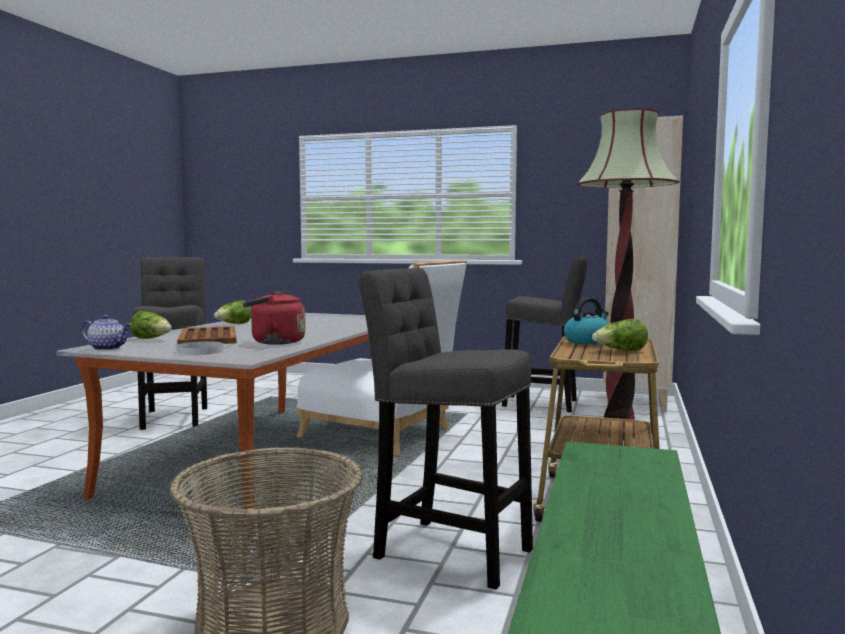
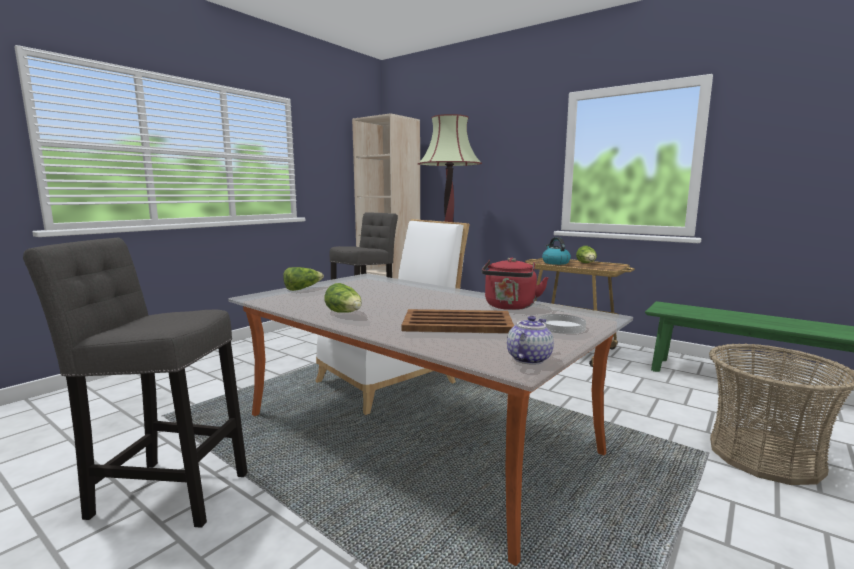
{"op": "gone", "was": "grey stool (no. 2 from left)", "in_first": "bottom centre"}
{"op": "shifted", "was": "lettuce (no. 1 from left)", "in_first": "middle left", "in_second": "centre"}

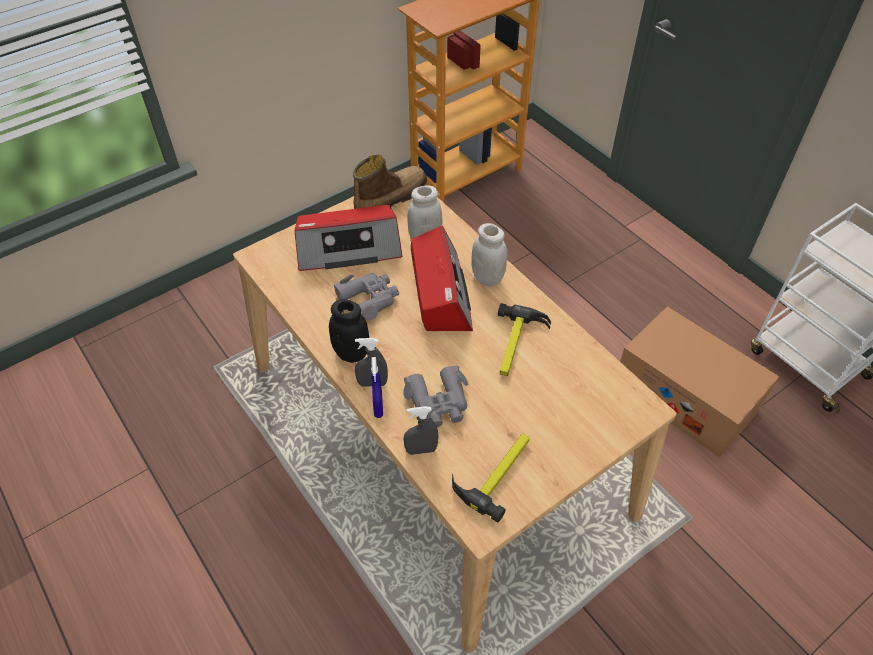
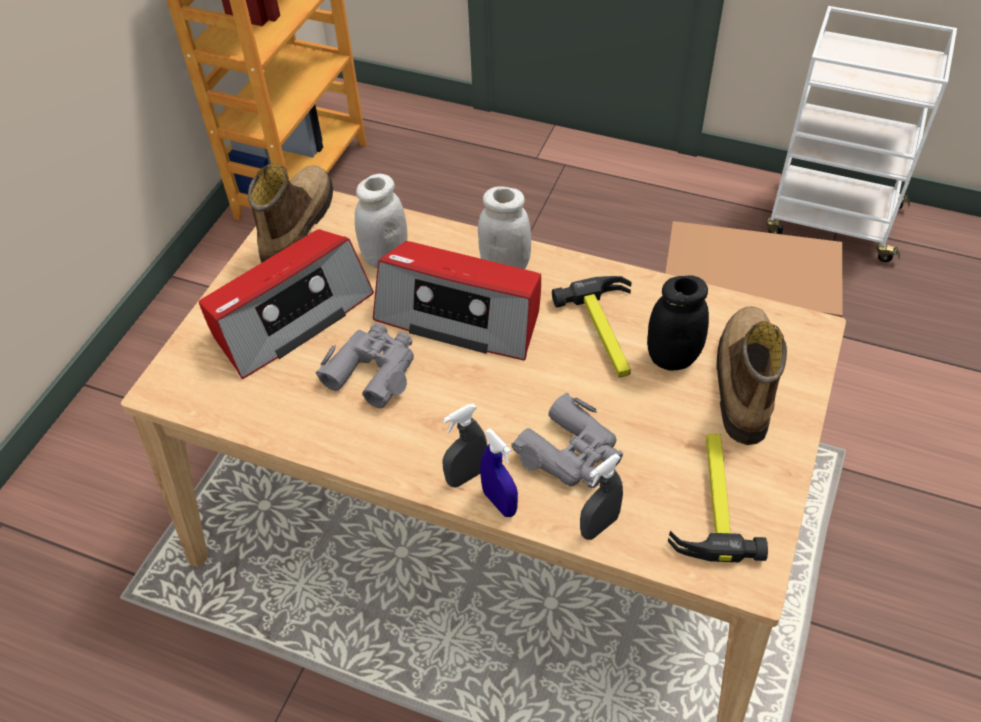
{"op": "rotated", "was": "radio receiver (no. 2 from left)", "in_first": "centre", "in_second": "centre", "clockwise": 150}
{"op": "shifted", "was": "black-coloured jar", "in_first": "centre", "in_second": "middle right"}
{"op": "new", "now": "tall boot (no. 2 from left)", "in_second": "middle right"}

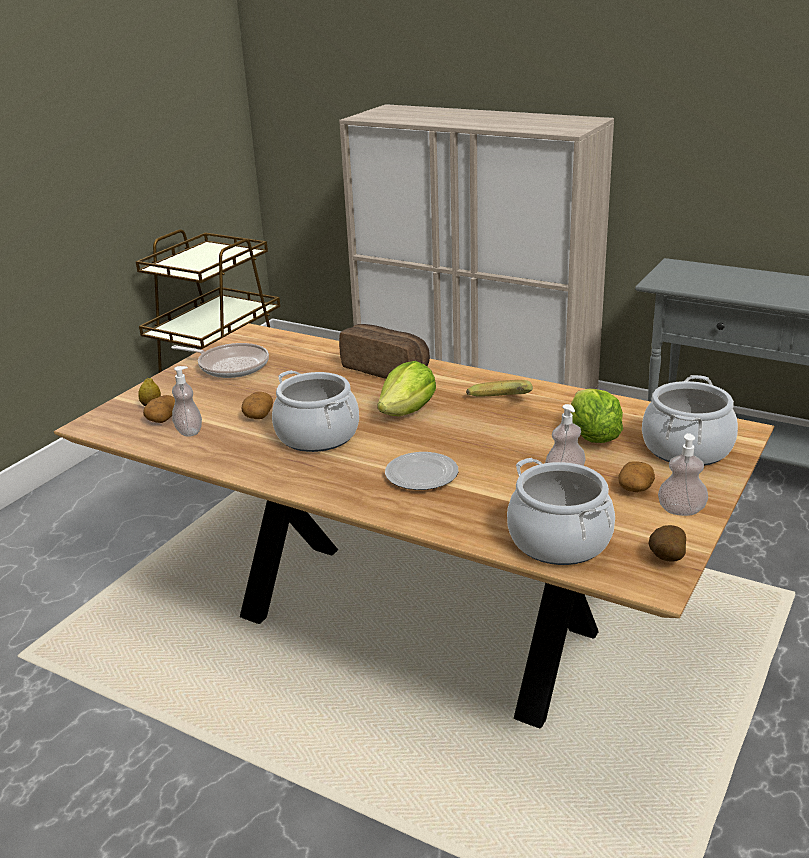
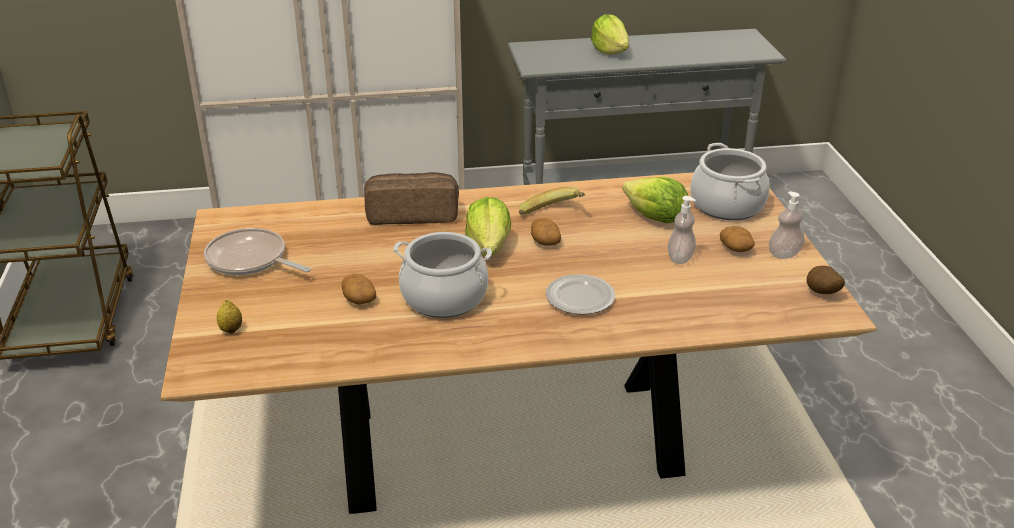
{"op": "rotated", "was": "frying pan", "in_first": "middle left", "in_second": "middle left", "clockwise": -135}
{"op": "gone", "was": "soap dispenser (no. 1 from left)", "in_first": "middle left"}
{"op": "shifted", "was": "whole potato (no. 1 from left in the first image)", "now": "whole potato (no. 2 from left)", "in_first": "middle left", "in_second": "centre"}
{"op": "gone", "was": "stockpot (no. 2 from left)", "in_first": "middle right"}
{"op": "new", "now": "lettuce (no. 2 from left)", "in_second": "top centre"}

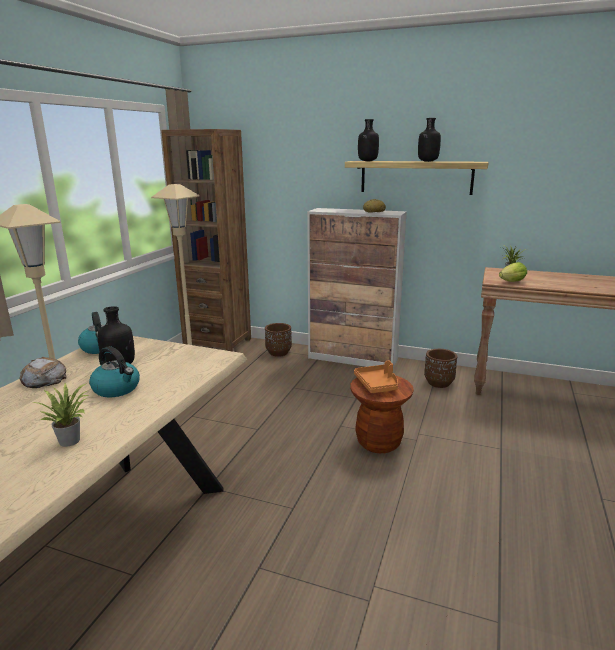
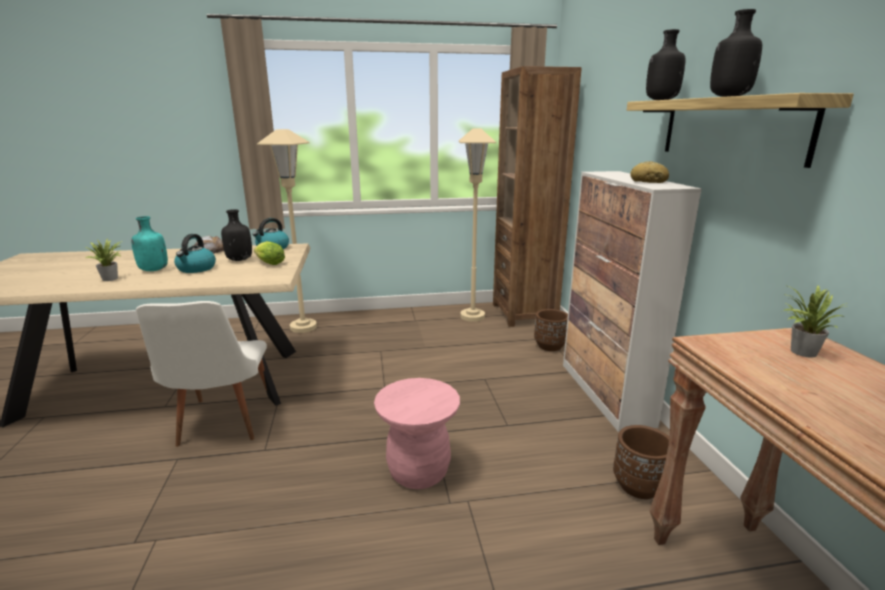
{"op": "shifted", "was": "lettuce", "in_first": "middle right", "in_second": "middle left"}
{"op": "gone", "was": "orange-coloured tray", "in_first": "centre"}
{"op": "repainted", "was": "brown stool", "now": "pinkish stool", "in_first": "centre", "in_second": "bottom centre"}
{"op": "new", "now": "turquoise beverage bottle", "in_second": "middle left"}
{"op": "new", "now": "white upright chair", "in_second": "middle left"}

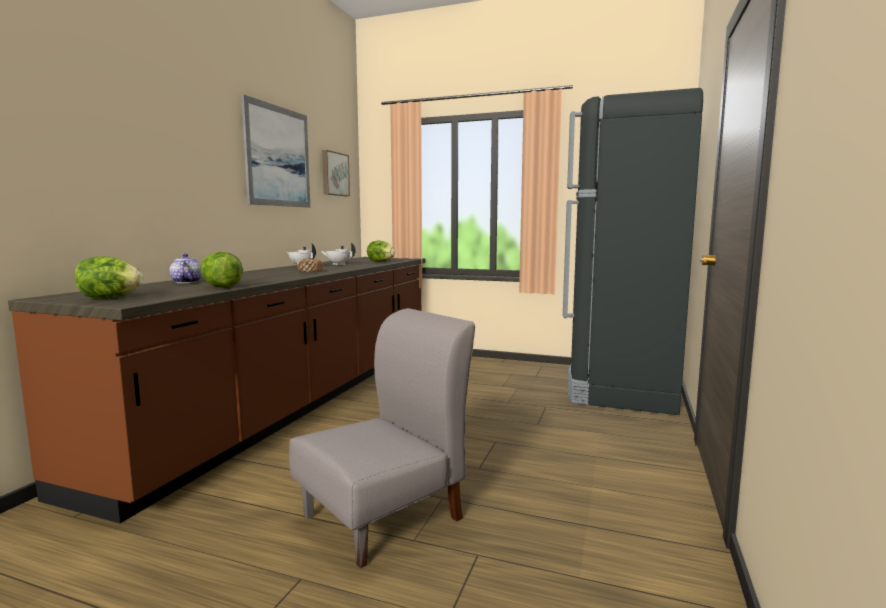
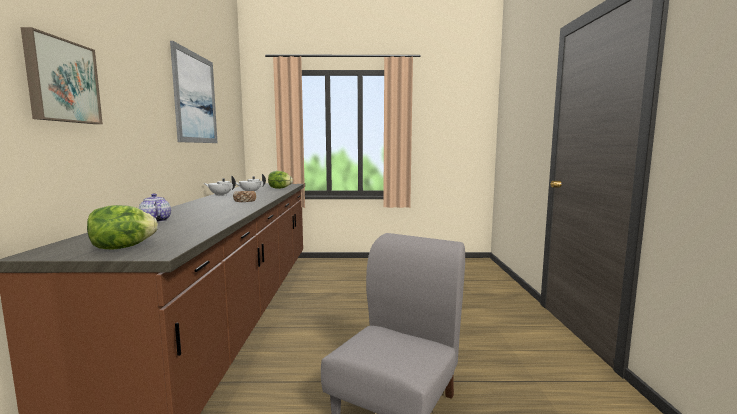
{"op": "gone", "was": "black-coloured refrigerator", "in_first": "middle right"}
{"op": "shifted", "was": "wall art (no. 2 from left in the first image)", "now": "wall art (no. 1 from left)", "in_first": "top centre", "in_second": "top left"}
{"op": "gone", "was": "lettuce (no. 2 from left)", "in_first": "middle left"}

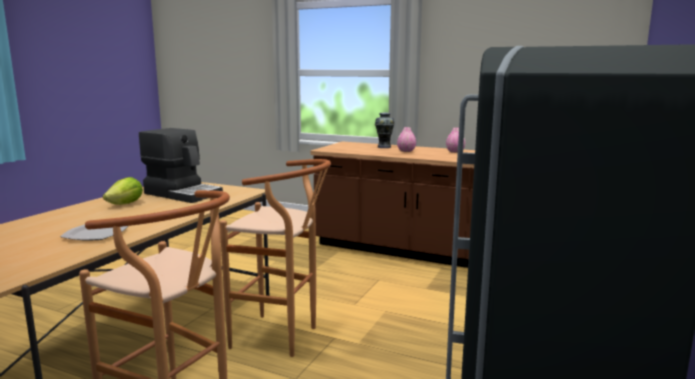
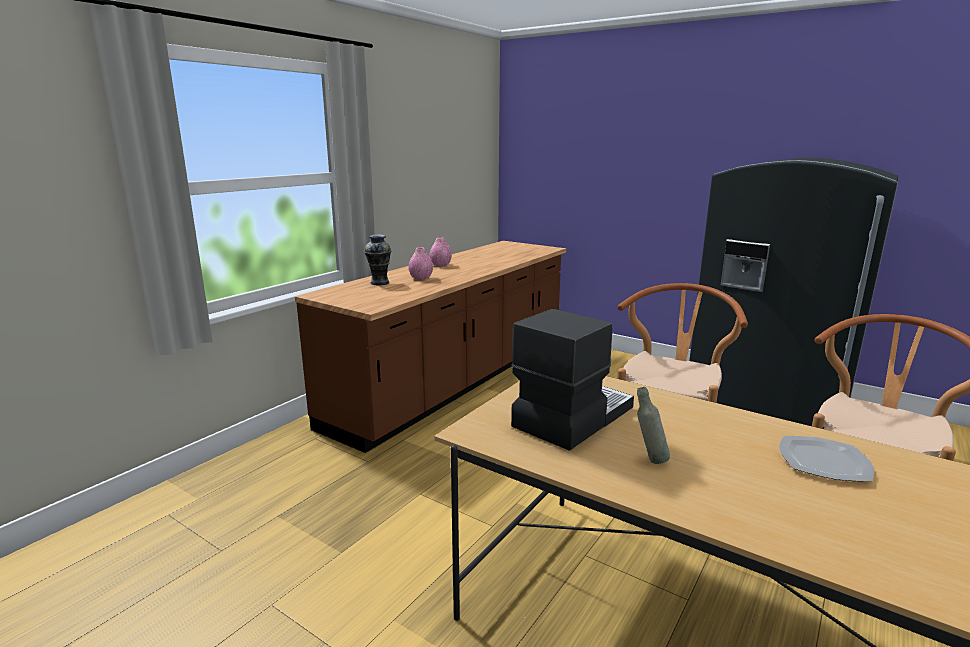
{"op": "swapped", "was": "lettuce", "now": "grey beverage bottle", "in_first": "middle left", "in_second": "middle right"}

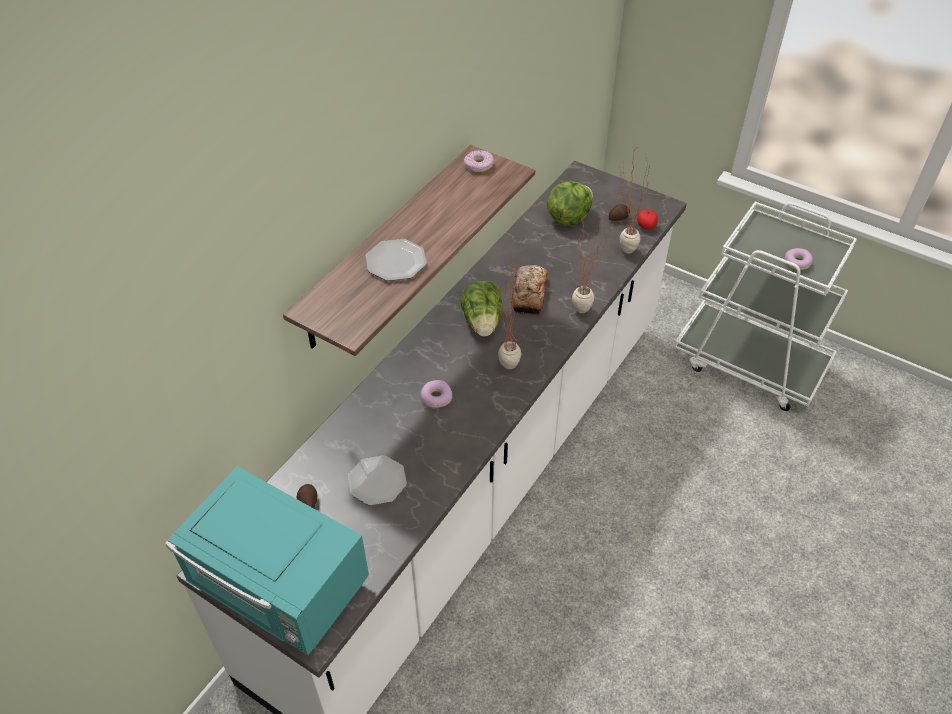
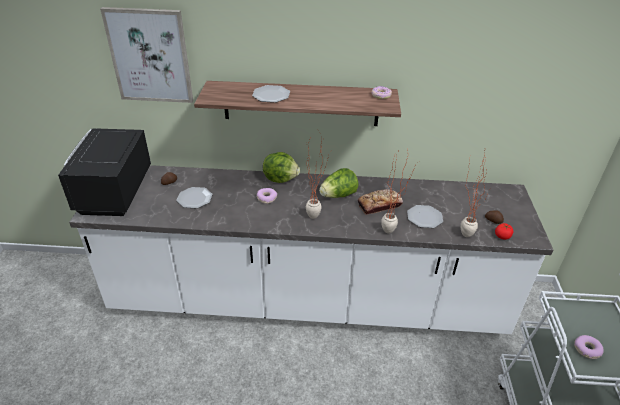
{"op": "shifted", "was": "lettuce (no. 2 from left in the first image)", "now": "lettuce (no. 1 from left)", "in_first": "top centre", "in_second": "centre"}
{"op": "repainted", "was": "turquoise microwave", "now": "black-coloured microwave", "in_first": "bottom left", "in_second": "middle left"}
{"op": "new", "now": "wall art", "in_second": "top left"}
{"op": "new", "now": "flat dish (no. 3 from left)", "in_second": "middle right"}

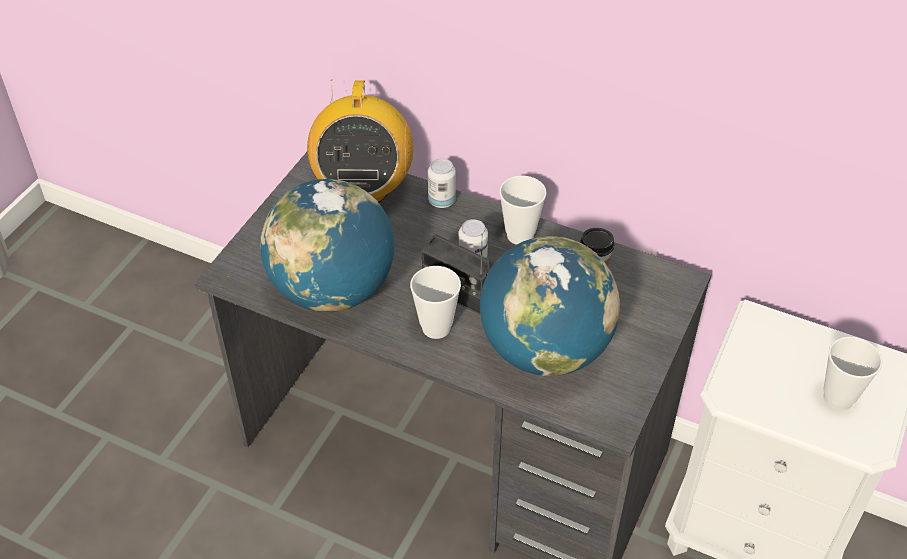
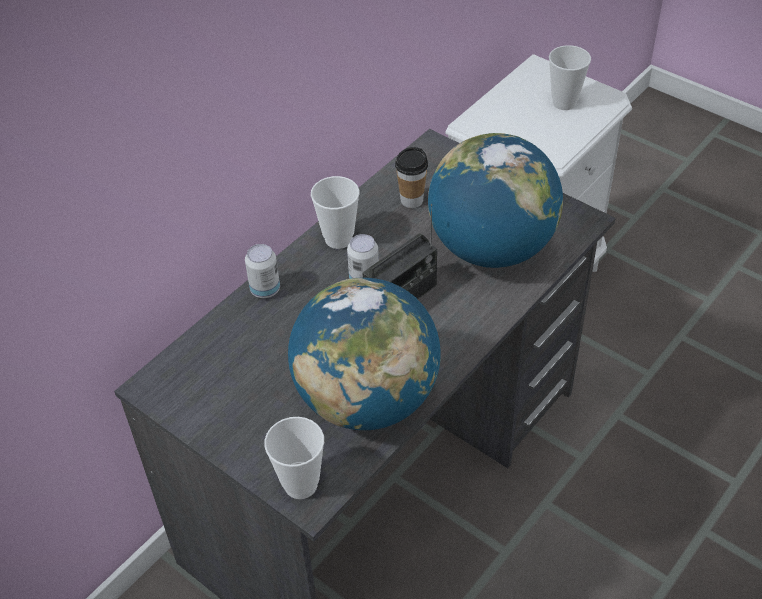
{"op": "gone", "was": "radio receiver (no. 1 from left)", "in_first": "top centre"}
{"op": "shifted", "was": "cup (no. 1 from left)", "in_first": "centre", "in_second": "bottom centre"}

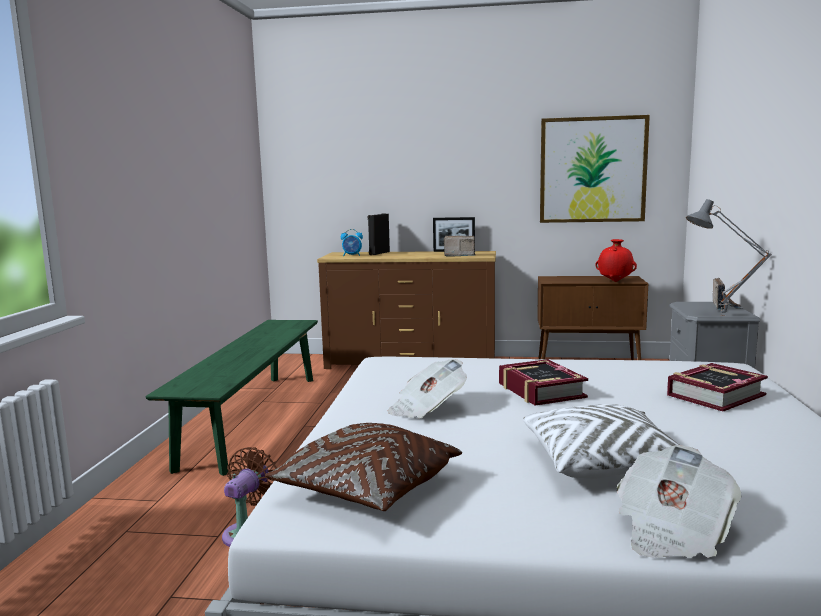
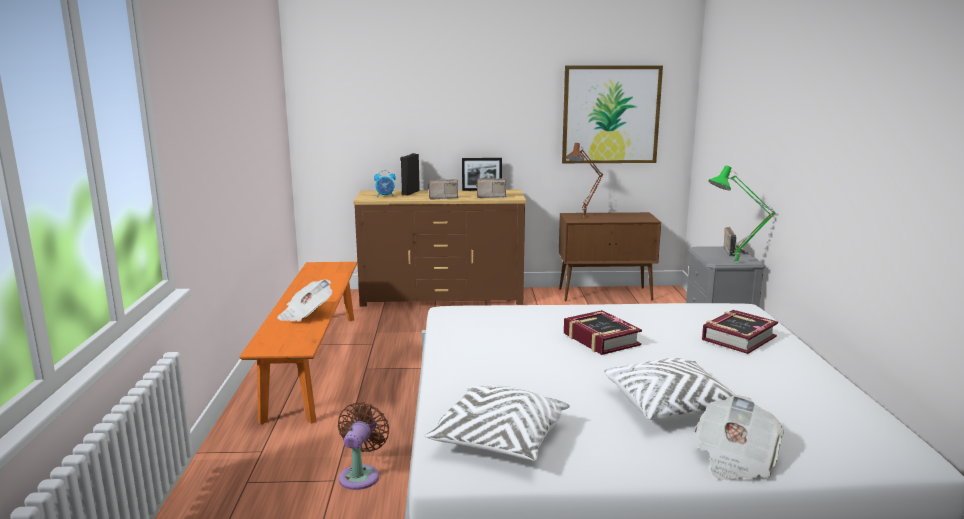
{"op": "repainted", "was": "grey lamp for a table", "now": "green-coloured lamp for a table", "in_first": "middle right", "in_second": "middle right"}
{"op": "gone", "was": "red decorative vase", "in_first": "middle right"}
{"op": "repainted", "was": "green-coloured indoor bench", "now": "orange-coloured indoor bench", "in_first": "middle left", "in_second": "middle left"}
{"op": "shifted", "was": "daily paper (no. 1 from left)", "in_first": "centre", "in_second": "middle left"}
{"op": "repainted", "was": "brown throw pillow", "now": "white throw pillow (no. 1 from left)", "in_first": "bottom centre", "in_second": "bottom centre"}
{"op": "new", "now": "brown lamp for a table", "in_second": "centre"}
{"op": "new", "now": "radio receiver (no. 1 from left)", "in_second": "centre"}

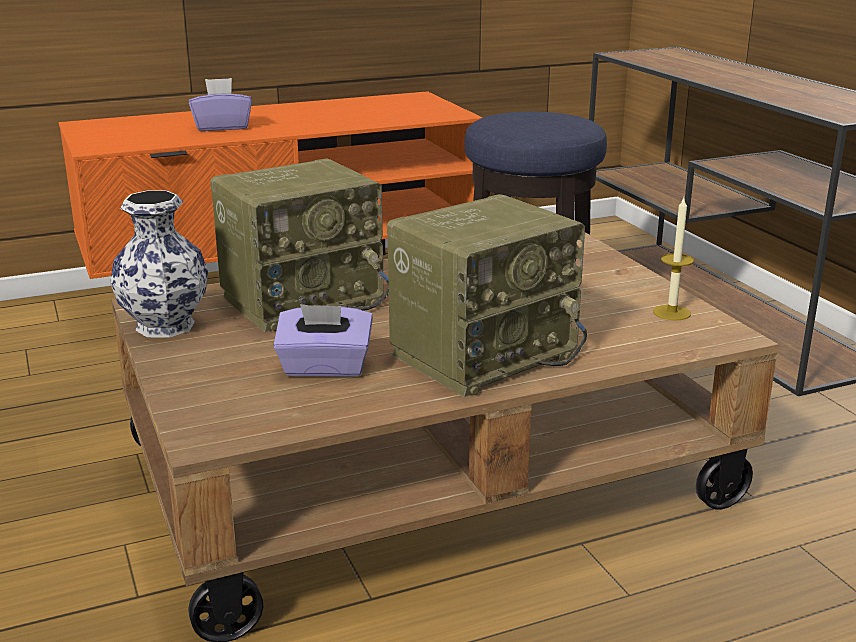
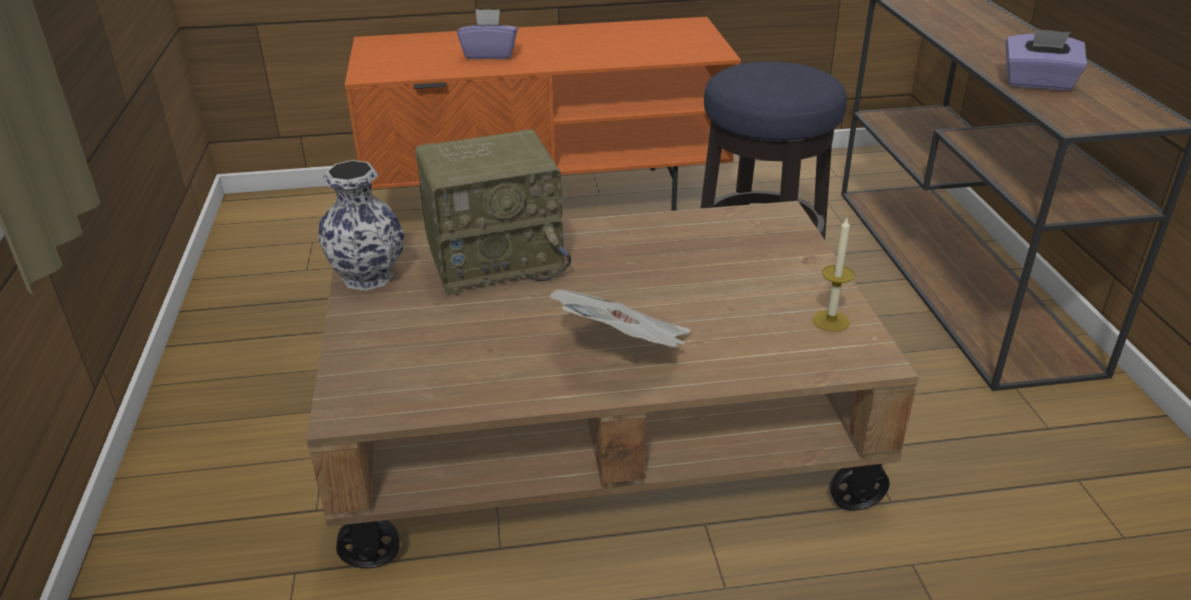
{"op": "swapped", "was": "radio receiver (no. 2 from left)", "now": "daily paper", "in_first": "centre", "in_second": "centre"}
{"op": "shifted", "was": "purple box of tissues (no. 2 from left)", "in_first": "centre", "in_second": "top right"}

